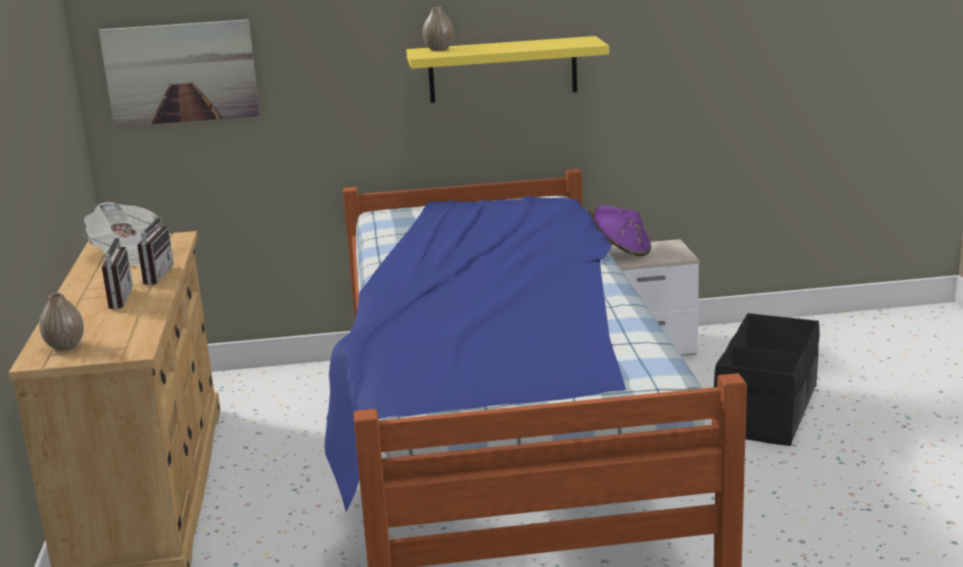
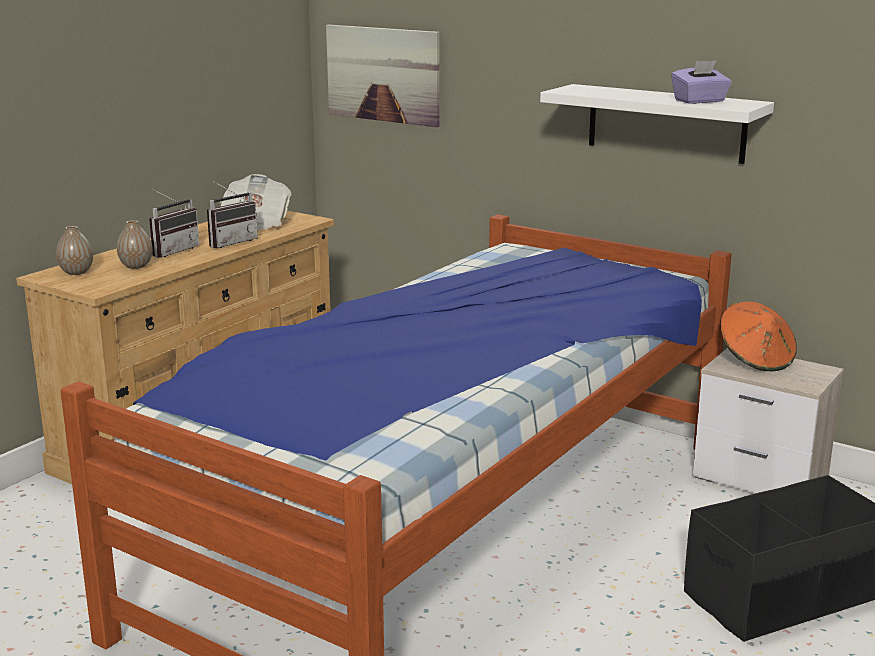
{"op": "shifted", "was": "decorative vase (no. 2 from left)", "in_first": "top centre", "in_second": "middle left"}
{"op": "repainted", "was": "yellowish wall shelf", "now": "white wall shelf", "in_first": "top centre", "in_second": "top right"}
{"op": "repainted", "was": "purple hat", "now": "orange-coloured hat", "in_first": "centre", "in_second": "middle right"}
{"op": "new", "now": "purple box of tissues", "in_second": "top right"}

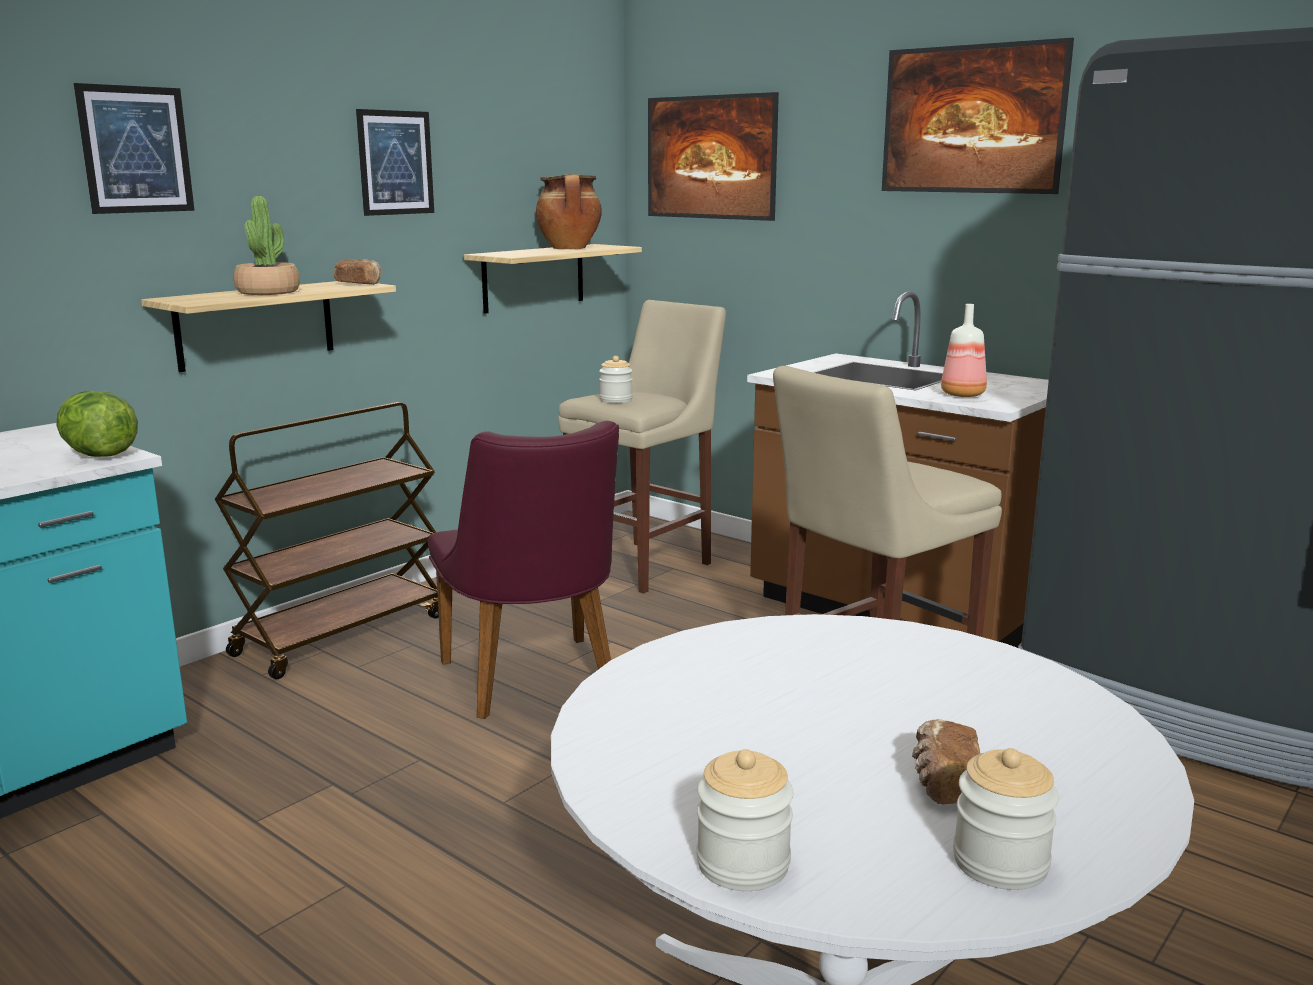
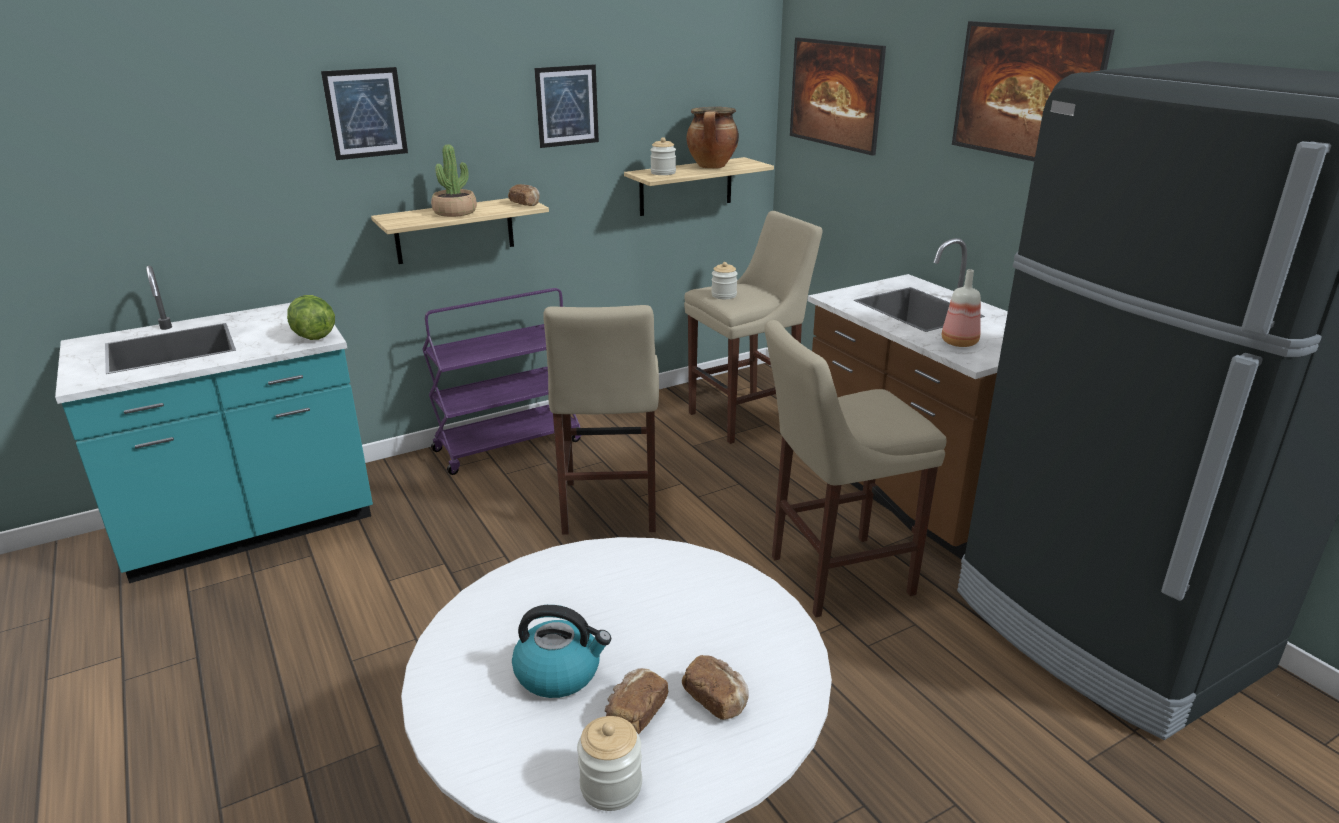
{"op": "repainted", "was": "brown trolley", "now": "purple trolley", "in_first": "middle left", "in_second": "centre"}
{"op": "swapped", "was": "purple upright chair", "now": "beige-coloured stool (no. 1 from left)", "in_first": "centre", "in_second": "centre"}
{"op": "shifted", "was": "jar (no. 2 from left)", "in_first": "bottom centre", "in_second": "top centre"}
{"op": "new", "now": "tea kettle", "in_second": "bottom centre"}
{"op": "new", "now": "bread (no. 3 from left)", "in_second": "bottom centre"}

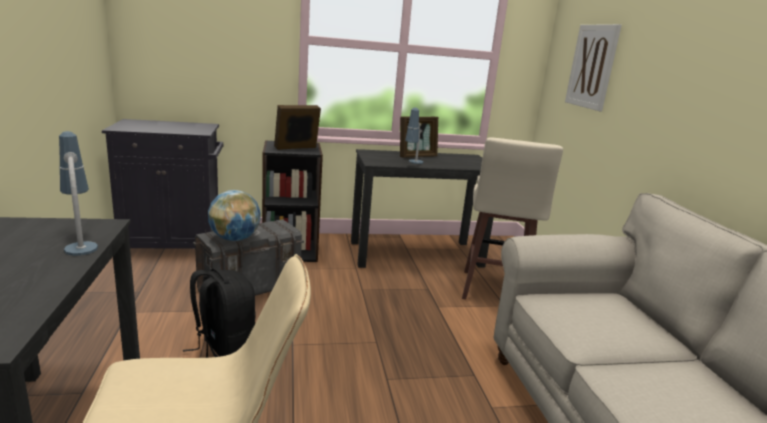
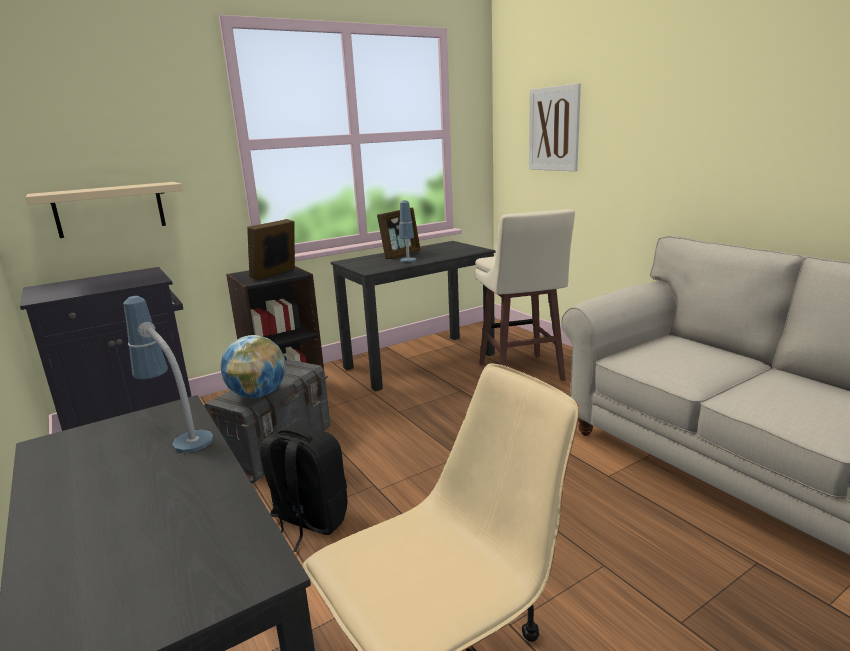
{"op": "new", "now": "beige-coloured wall shelf", "in_second": "top left"}

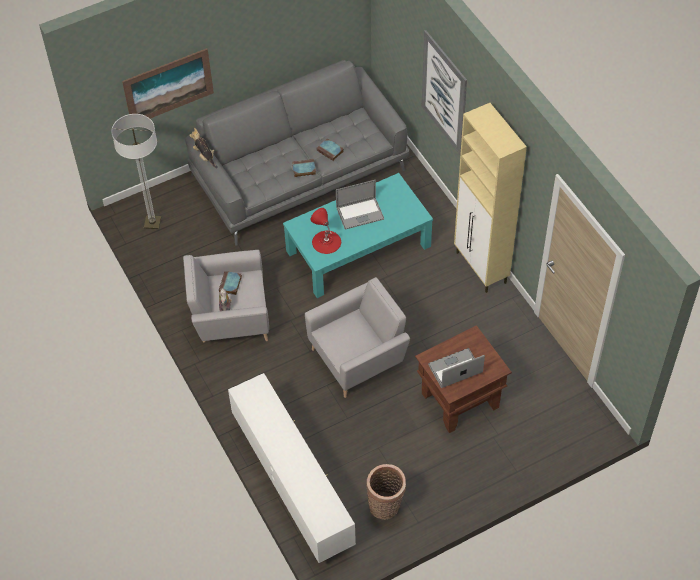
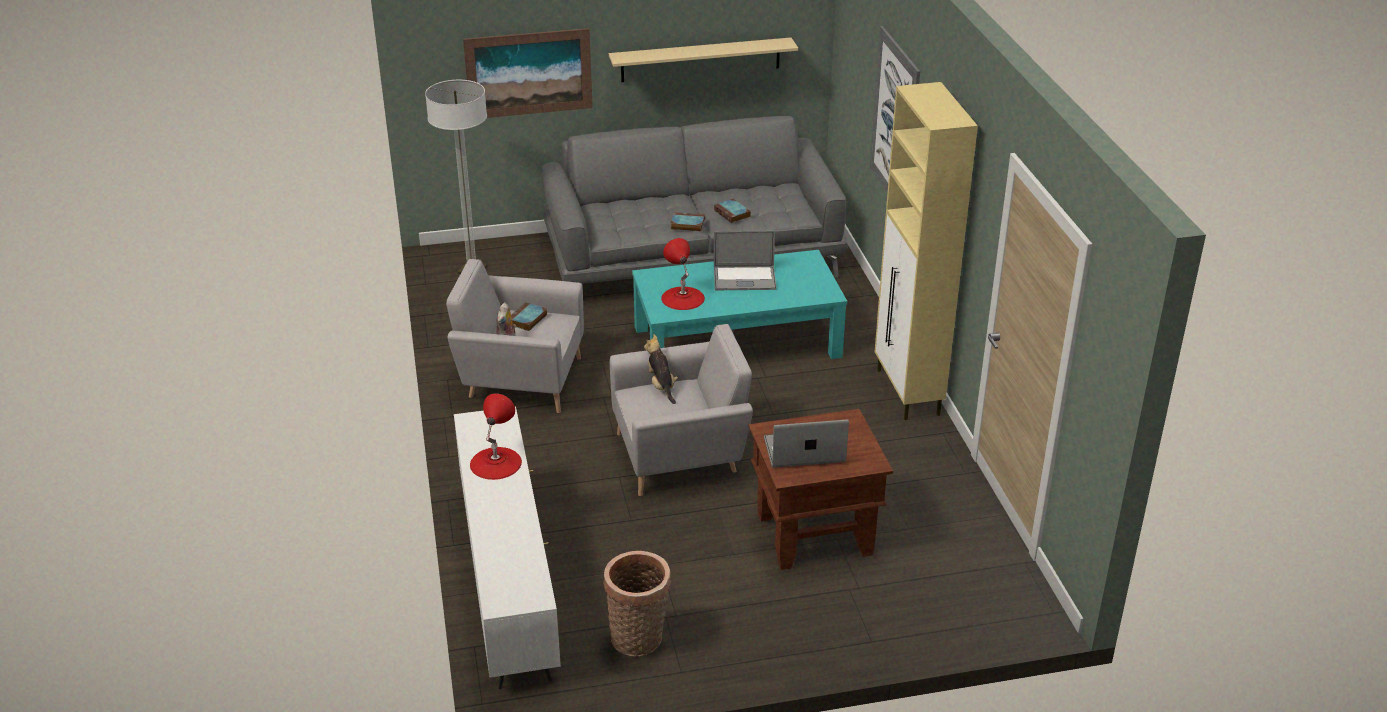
{"op": "shifted", "was": "soft toy (no. 1 from left in the first image)", "now": "soft toy (no. 2 from left)", "in_first": "top left", "in_second": "centre"}
{"op": "new", "now": "beige-coloured wall shelf", "in_second": "top centre"}
{"op": "new", "now": "red lamp for a table (no. 1 from left)", "in_second": "centre"}

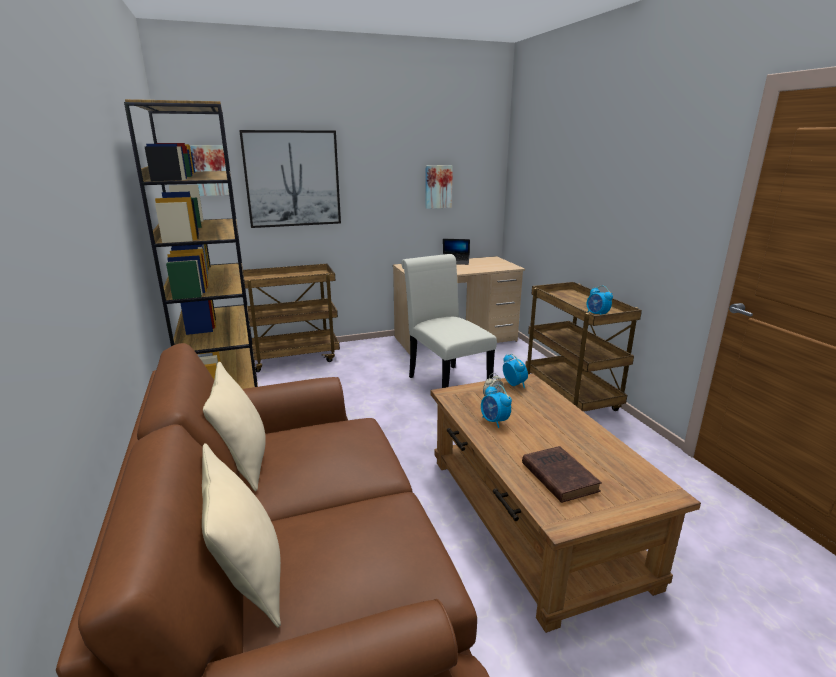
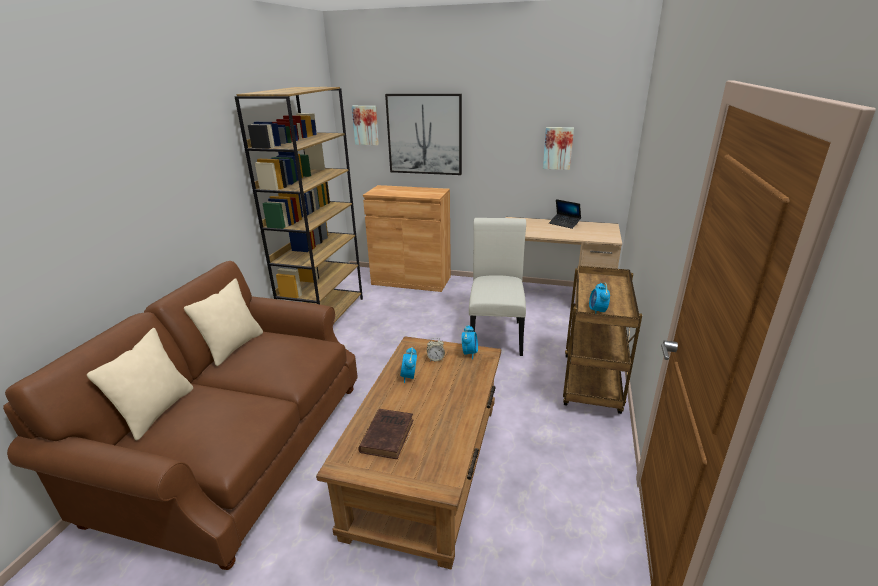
{"op": "swapped", "was": "brown trolley (no. 1 from left)", "now": "brown cabinet", "in_first": "centre", "in_second": "centre"}

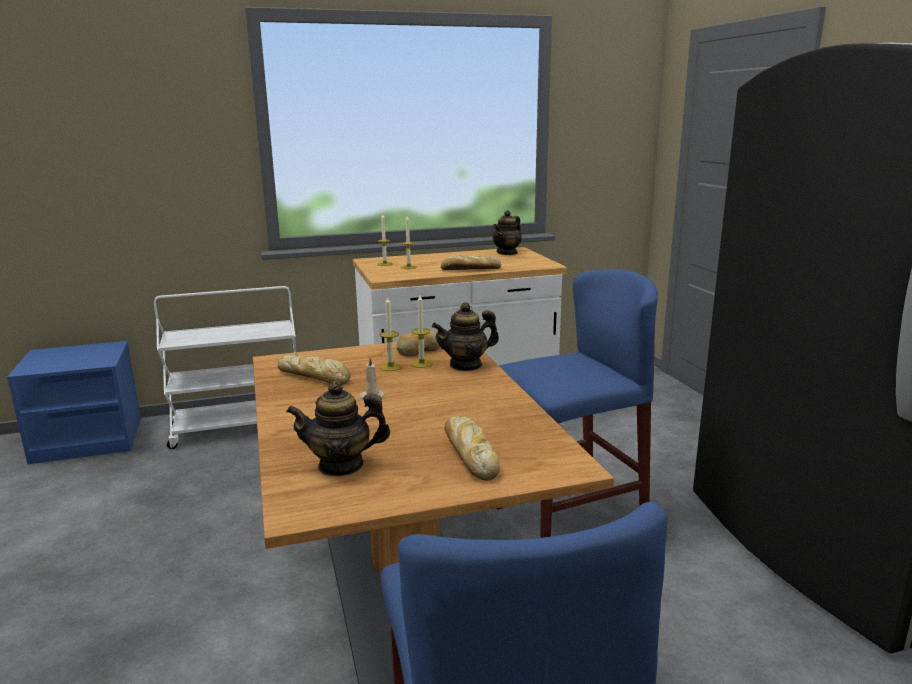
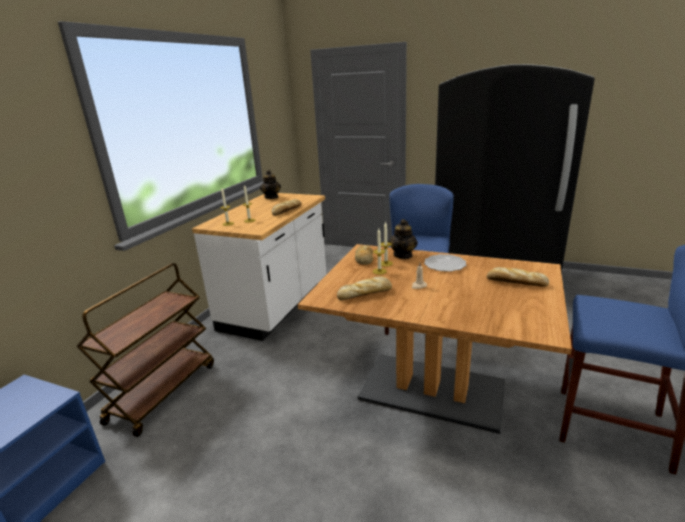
{"op": "repainted", "was": "white trolley", "now": "brown trolley", "in_first": "middle left", "in_second": "bottom left"}
{"op": "gone", "was": "teapot (no. 1 from left)", "in_first": "centre"}
{"op": "new", "now": "flat dish", "in_second": "centre"}

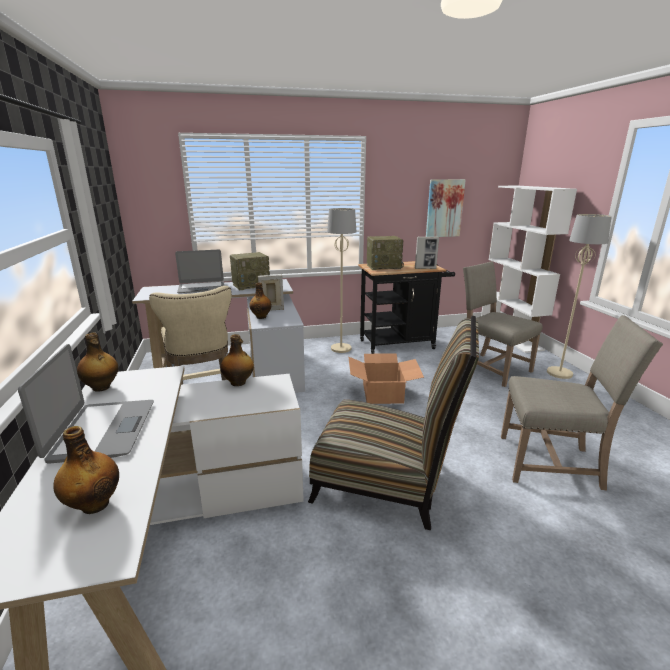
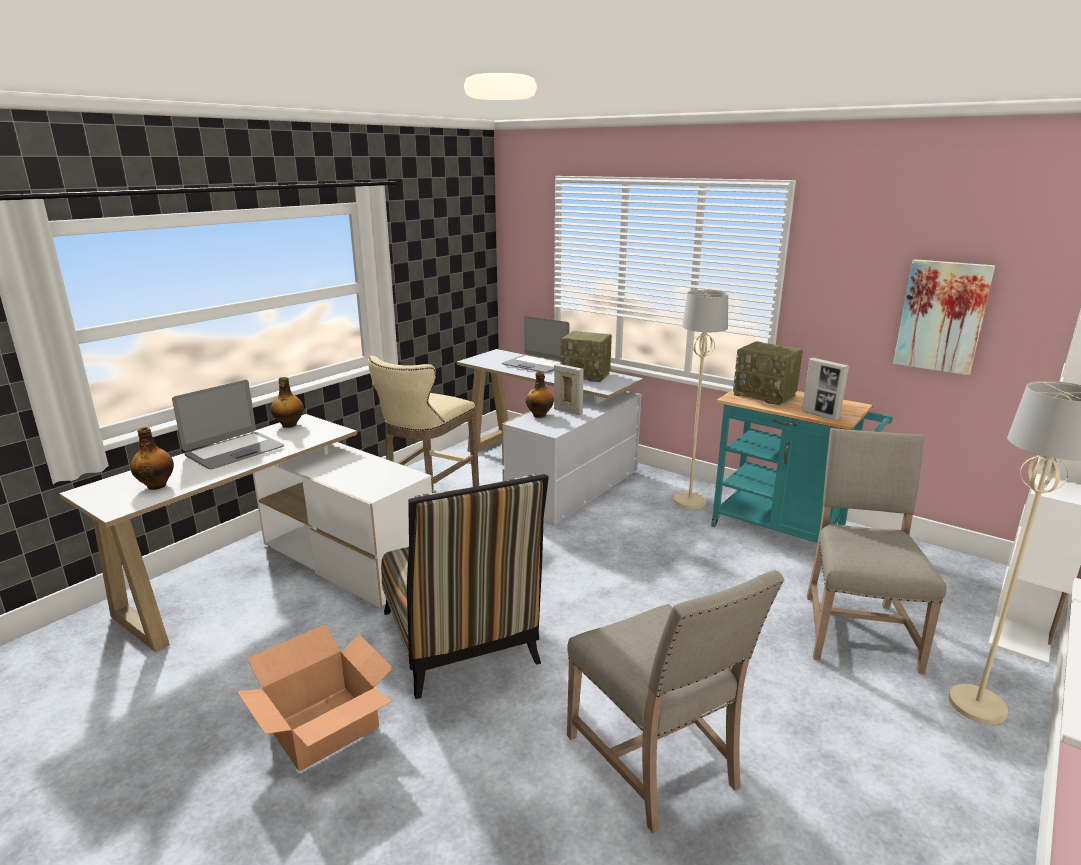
{"op": "repainted", "was": "black-coloured trolley", "now": "turquoise trolley", "in_first": "centre", "in_second": "middle right"}
{"op": "gone", "was": "beverage bottle (no. 3 from left)", "in_first": "centre"}
{"op": "shifted", "was": "packing box", "in_first": "centre", "in_second": "bottom left"}

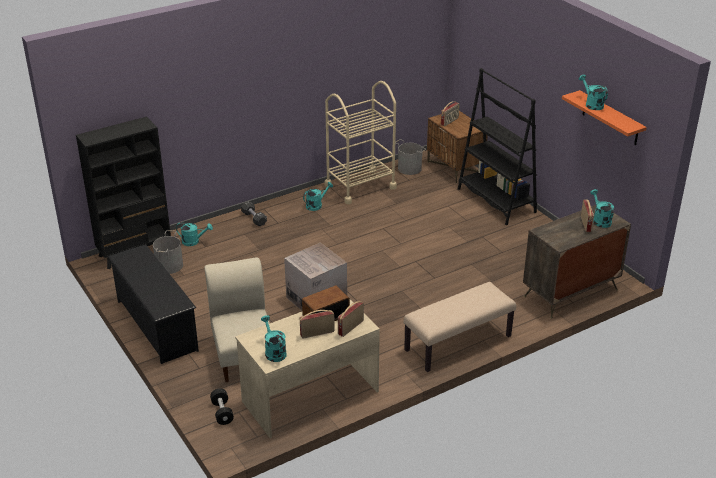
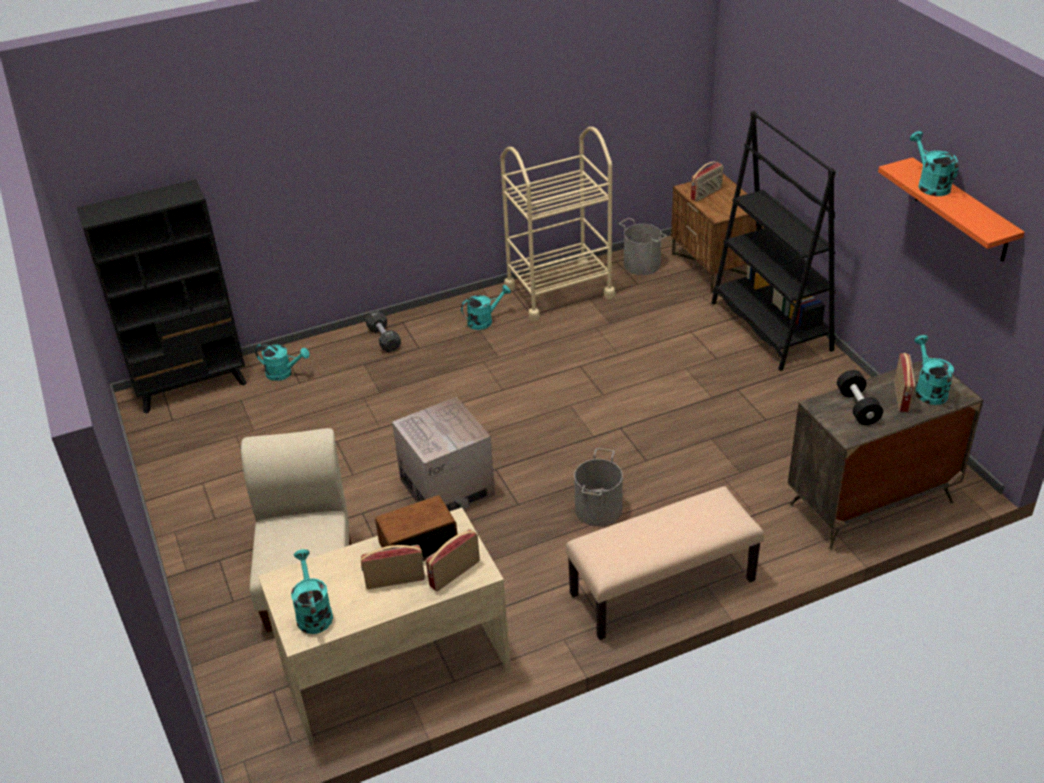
{"op": "shifted", "was": "grey water bucket (no. 1 from left)", "in_first": "middle left", "in_second": "centre"}
{"op": "gone", "was": "black-coloured shoe rack", "in_first": "middle left"}
{"op": "shifted", "was": "black-coloured dumbbell (no. 1 from left in the first image)", "now": "black-coloured dumbbell (no. 2 from left)", "in_first": "bottom left", "in_second": "middle right"}

